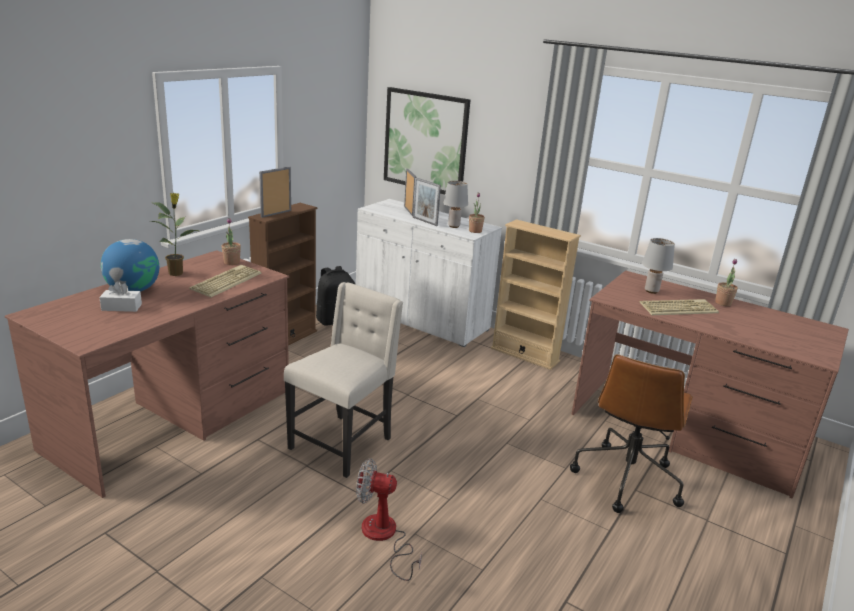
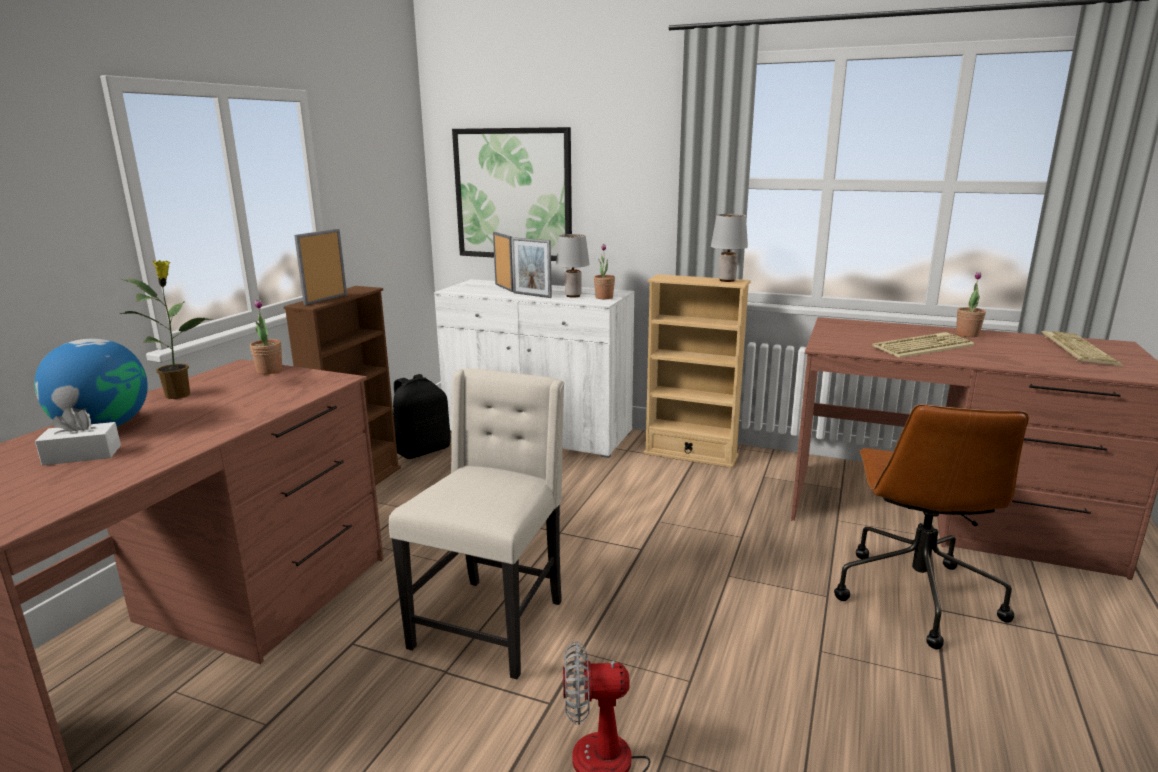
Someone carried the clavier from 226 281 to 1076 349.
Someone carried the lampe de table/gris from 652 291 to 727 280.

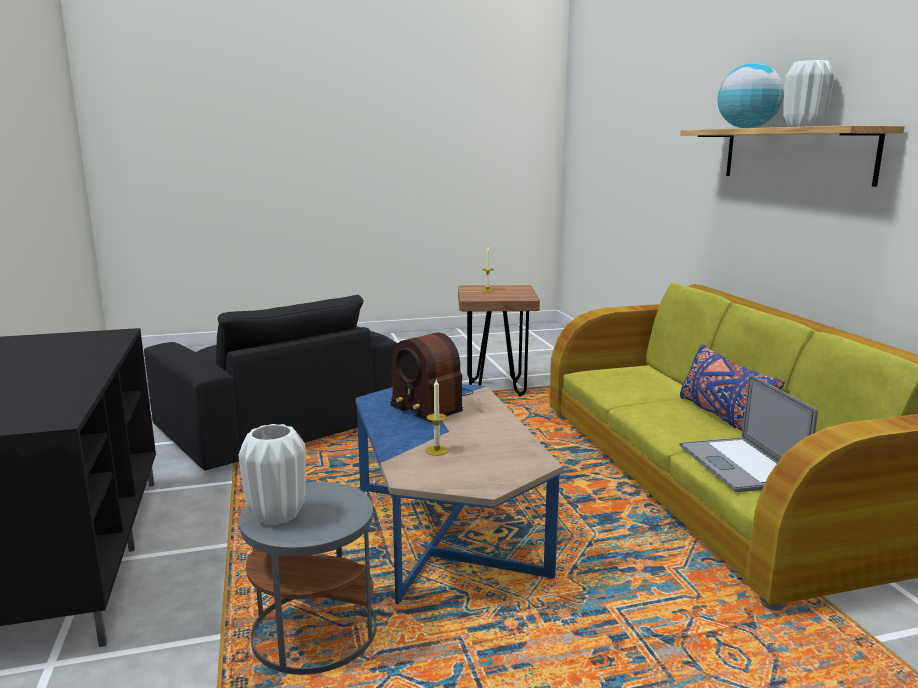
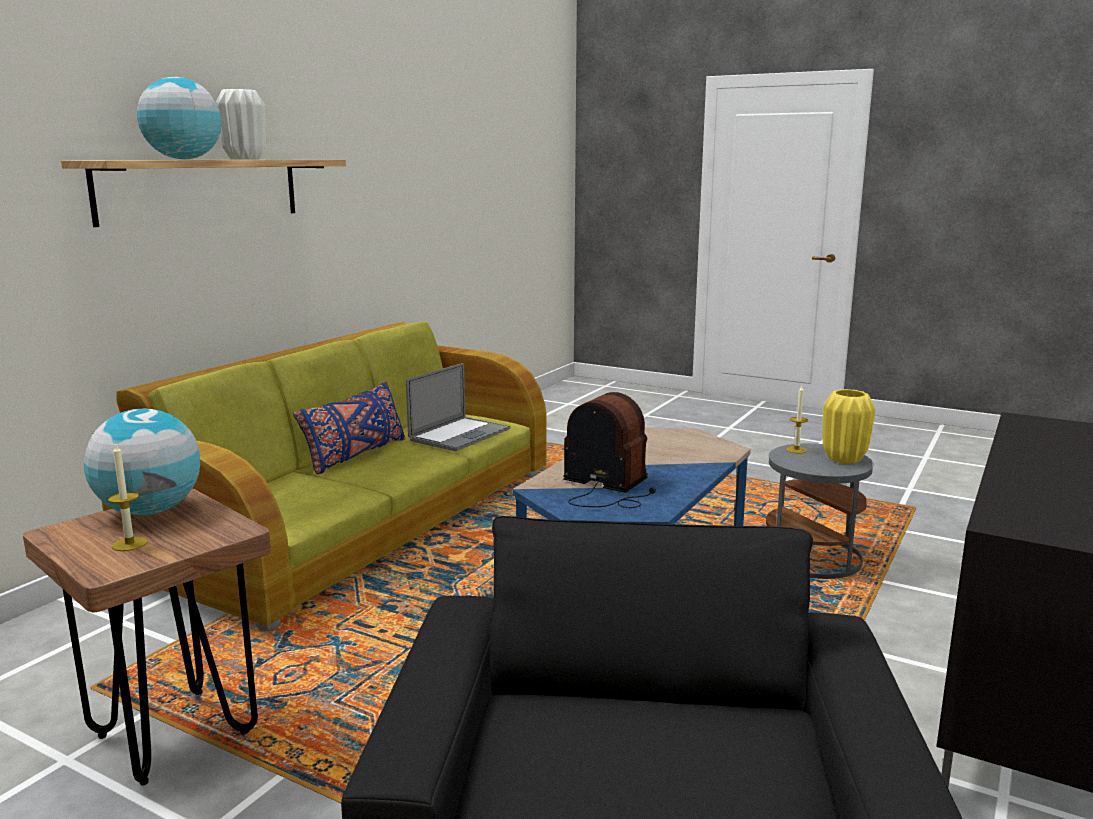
Someone repainted the vase/blanc at 276 515, which became the vase/jaune at 844 459.
Someone rotated the radio at 431 403 by 60 degrees counterclockwise.
Someone carried the bougie from 437 450 to 796 450.
Someone put down the globe at 149 511.

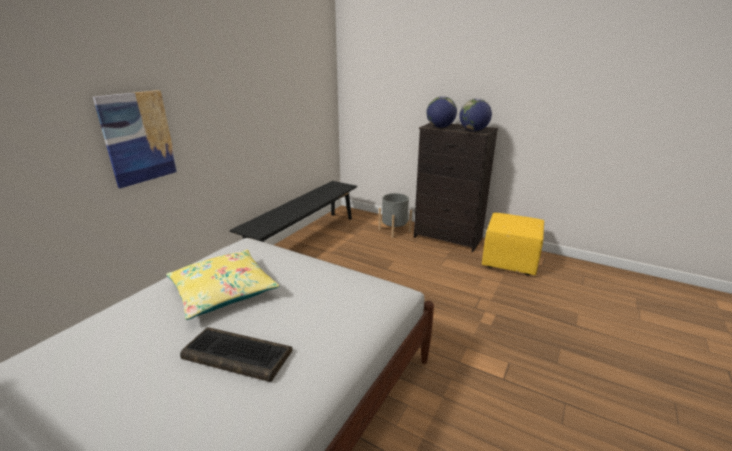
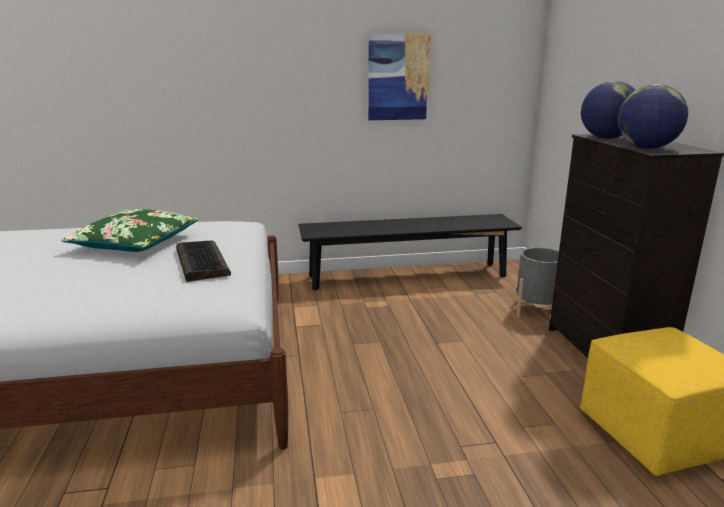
Someone carried the tableau from 138 138 to 398 77.
Someone repainted the coussin/jaune at 223 291, which became the coussin/vert at 135 243.
Someone carried the clavier from 236 355 to 201 262.

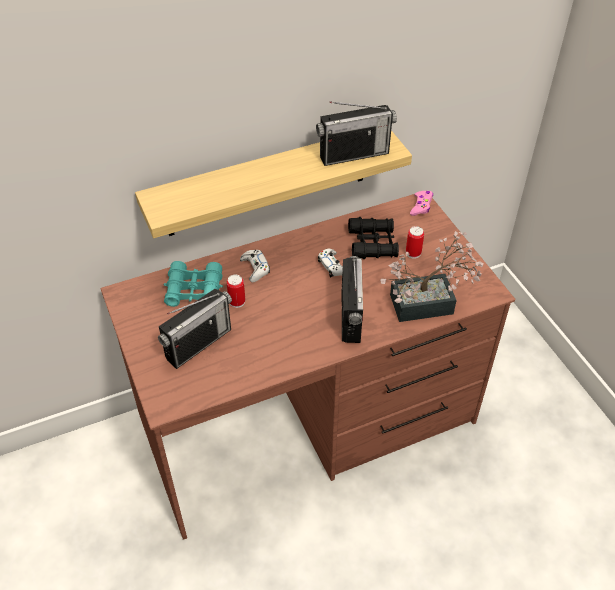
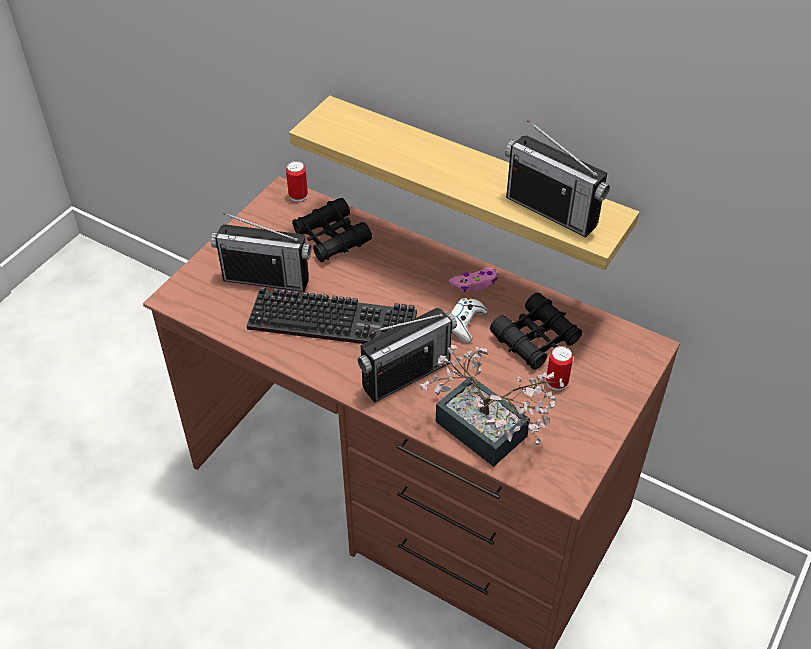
Someone repainted the jumelles/turquoise at 194 290, which became the jumelles/noir at 331 238.
Someone carried the boîte métallique from 237 302 to 298 195.
Someone took away the manette/blanc at 255 268.
Someone carried the manette/rose from 421 206 to 474 284.
Someone put down the clavier at 336 319.

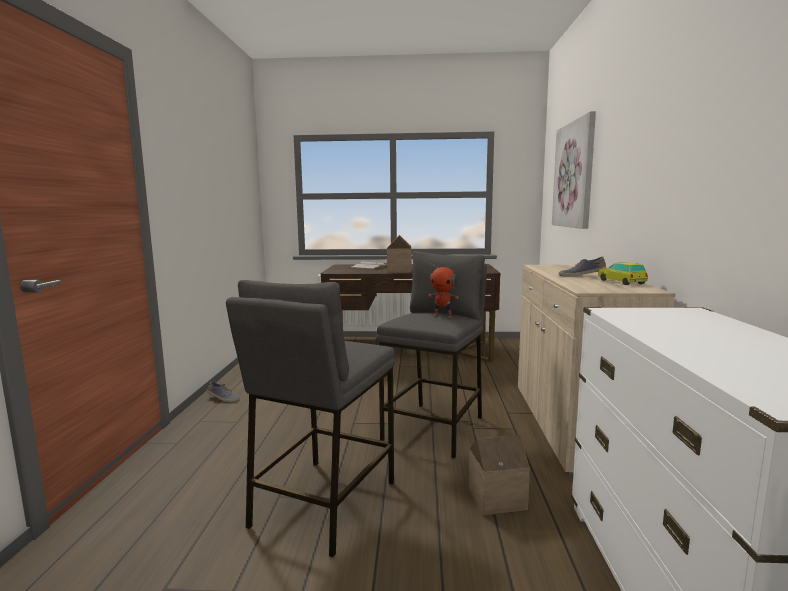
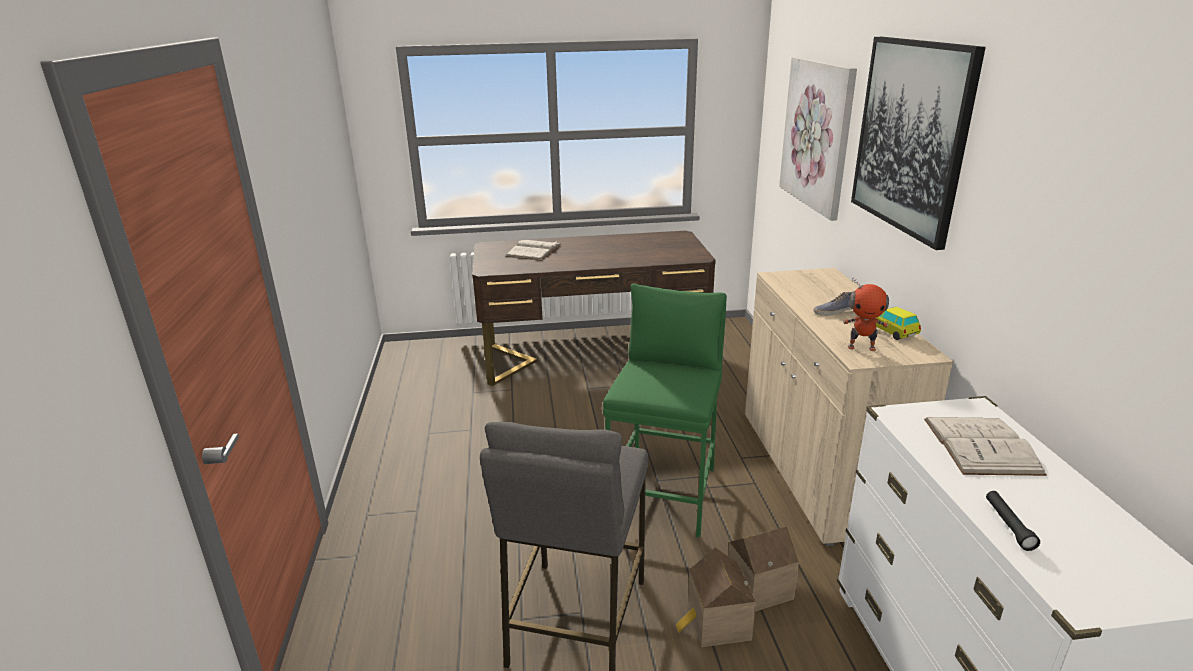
Someone took away the chaussure at 223 398.
Someone repainted the tabouret/gris at 435 428, which became the tabouret/vert at 665 493.
Someone carried the maison miniature from 397 271 to 715 624.
Someone carried the robot jouet from 443 316 to 861 347.
Someone put up the tableau at 911 136.
Someone put down the livre/blanc at 981 446.
Someone put down the lampe de poche/noir at 1008 525.

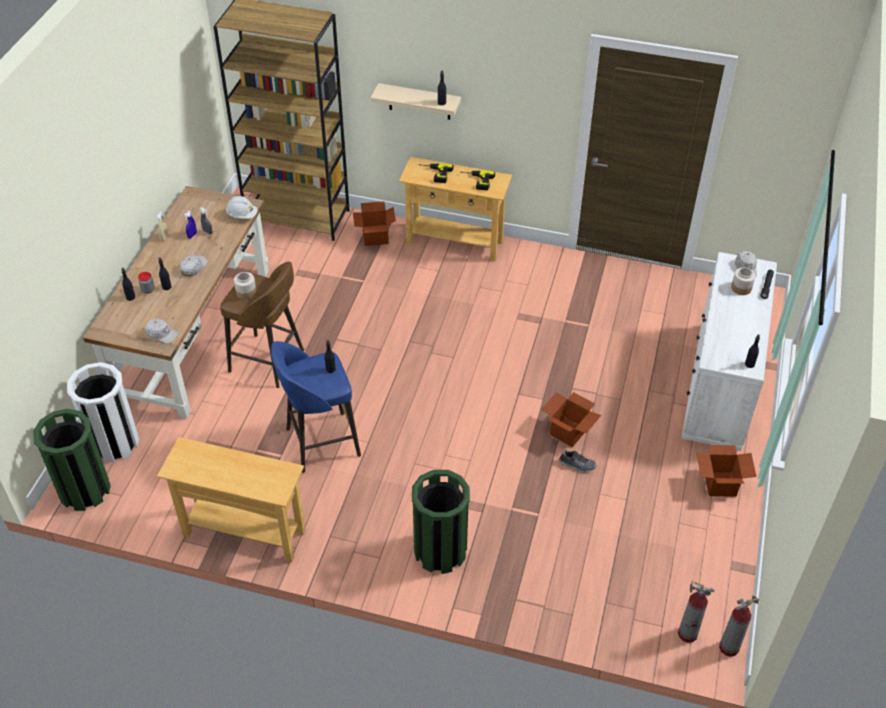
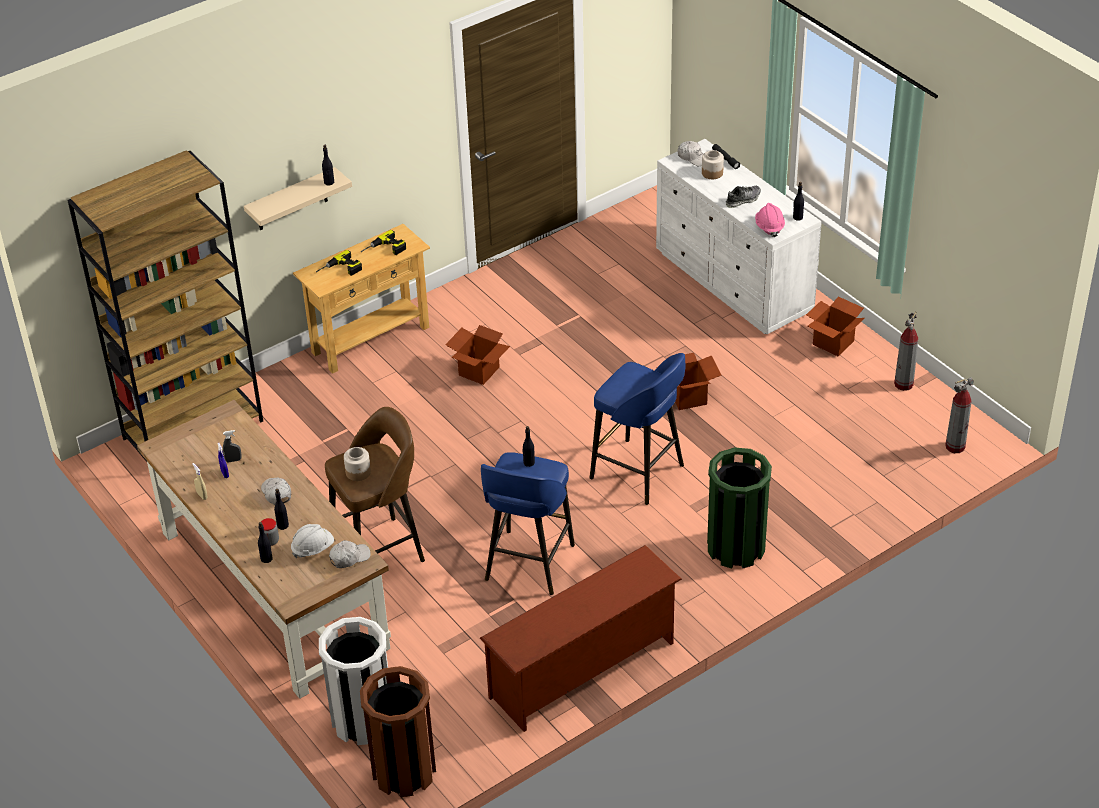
Someone repainted the poubelle/vert at 84 490, which became the poubelle/marron at 404 771.
Someone swapped the table console/beige at 244 532 for the étagère à chaussures/marron at 583 671.
Someone carried the casque de chantier/blanc from 242 215 to 313 548.
Someone carried the carton from 375 237 to 479 371.
Someone carried the chaussure from 577 465 to 743 200.
Someone carried the extincteur from 728 647 to 903 384.
Someone put down the tabouret/bleu at 639 473.
Someone put down the casque de chantier/rose at 769 227.

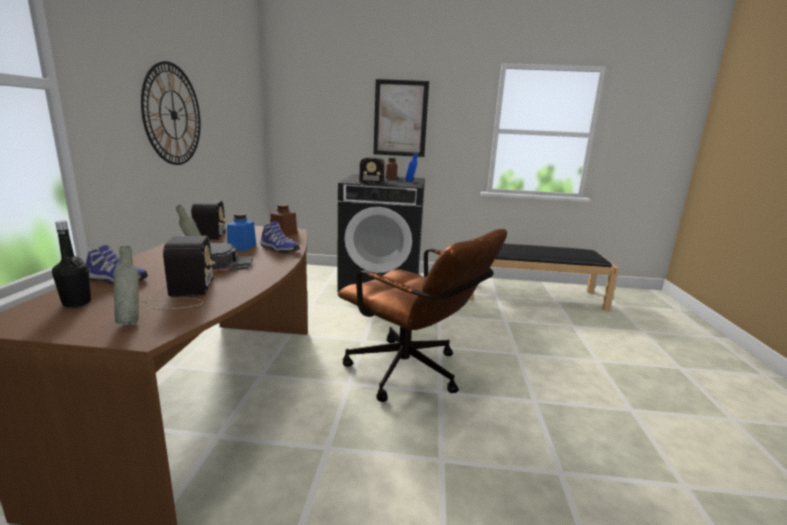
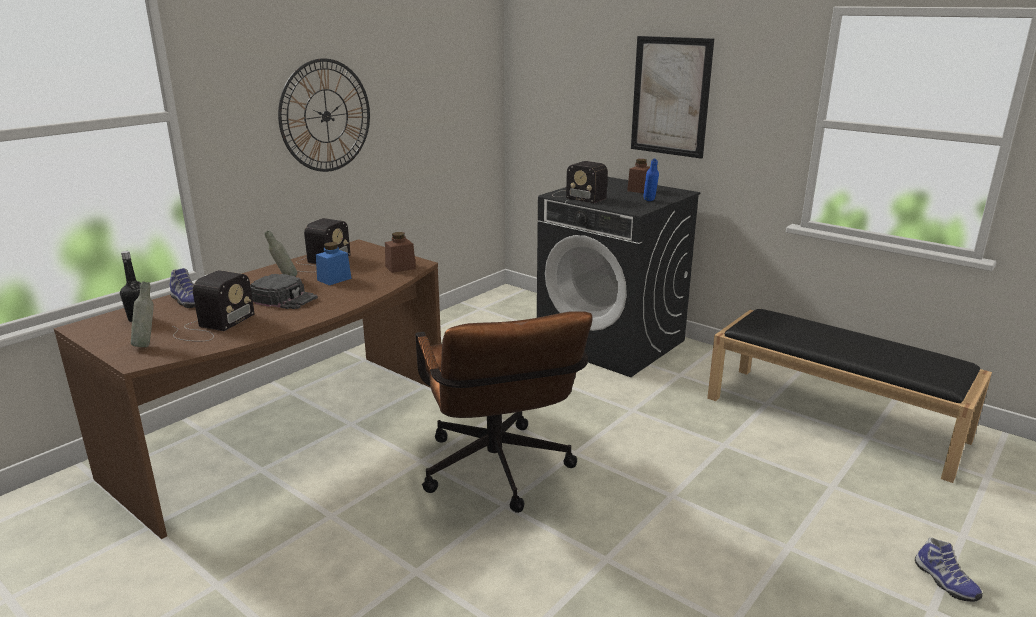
Someone carried the chaussure from 278 249 to 944 582.

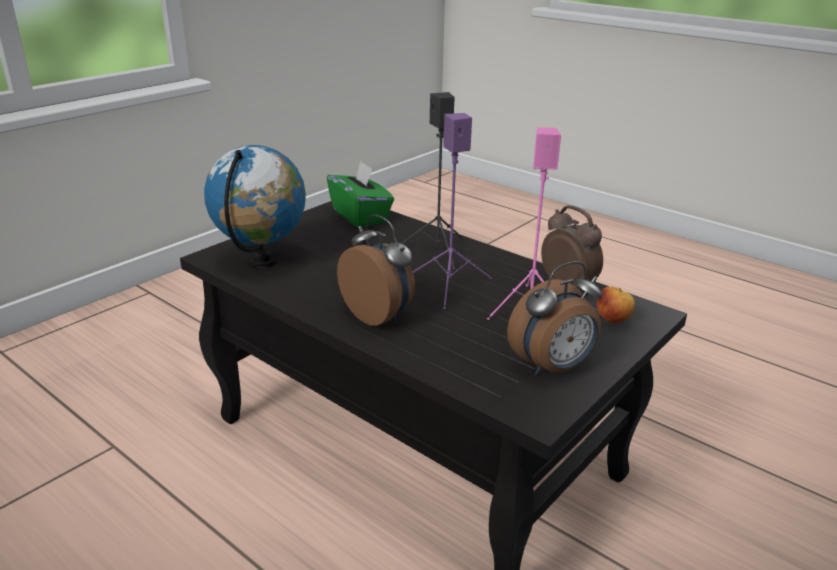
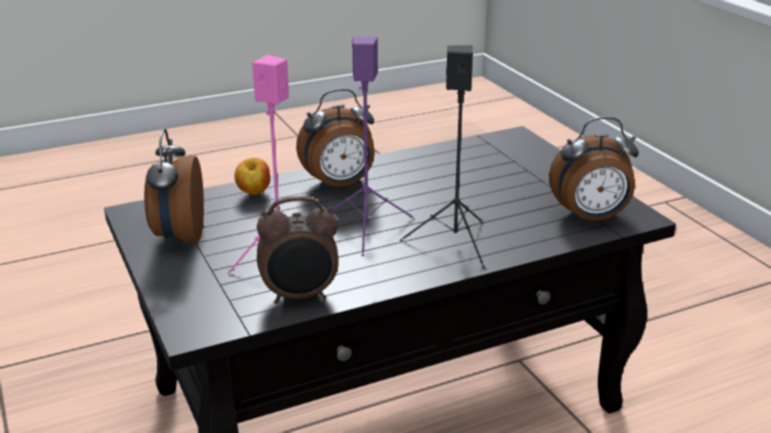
Someone took away the globe at 262 261.
Someone swapped the boîte à mouchoirs/vert at 360 216 for the réveil at 590 218.
Someone carried the pomme from 613 321 to 253 193.

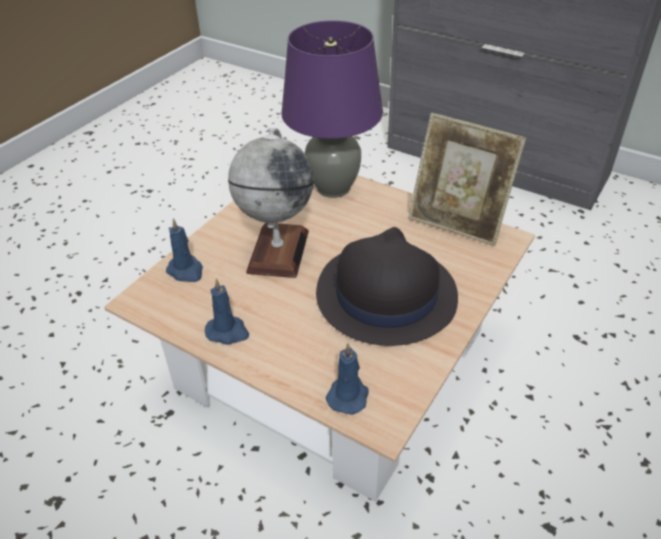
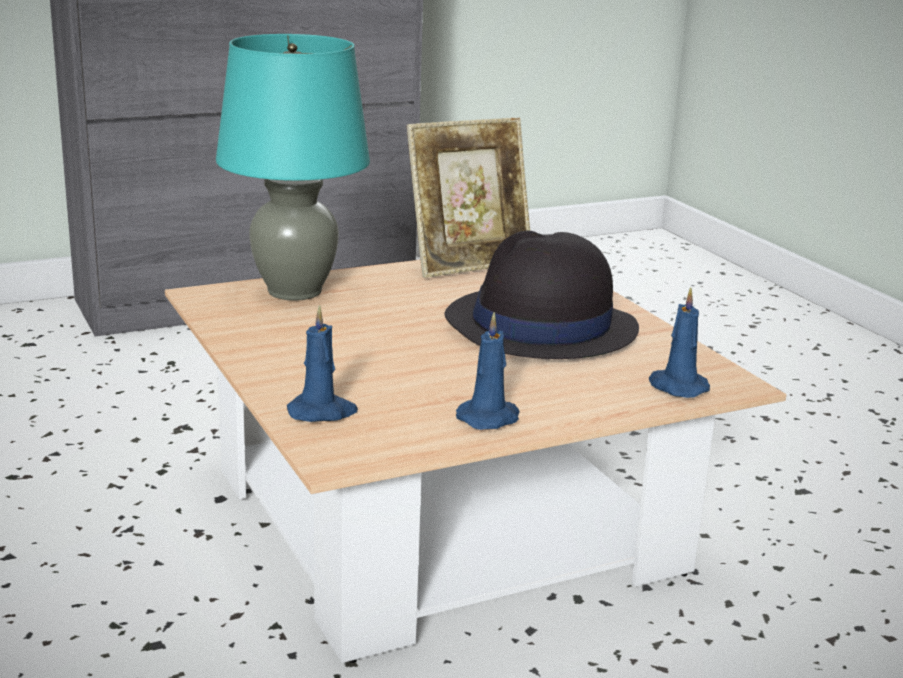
Someone took away the globe at 278 251.
Someone repainted the lampe de table/violet at 333 188, which became the lampe de table/turquoise at 295 291.

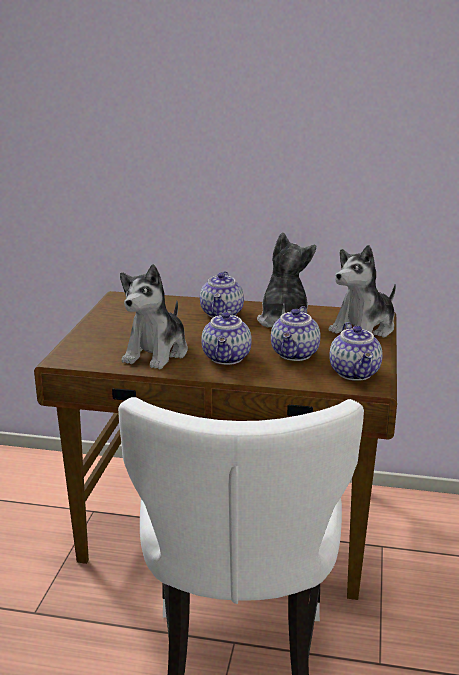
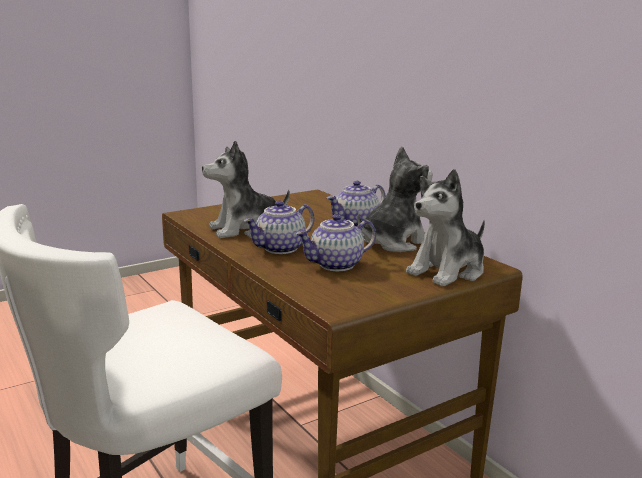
Someone rotated the peluche at 364 329 by 45 degrees counterclockwise.
Someone took away the théière at 356 373.

